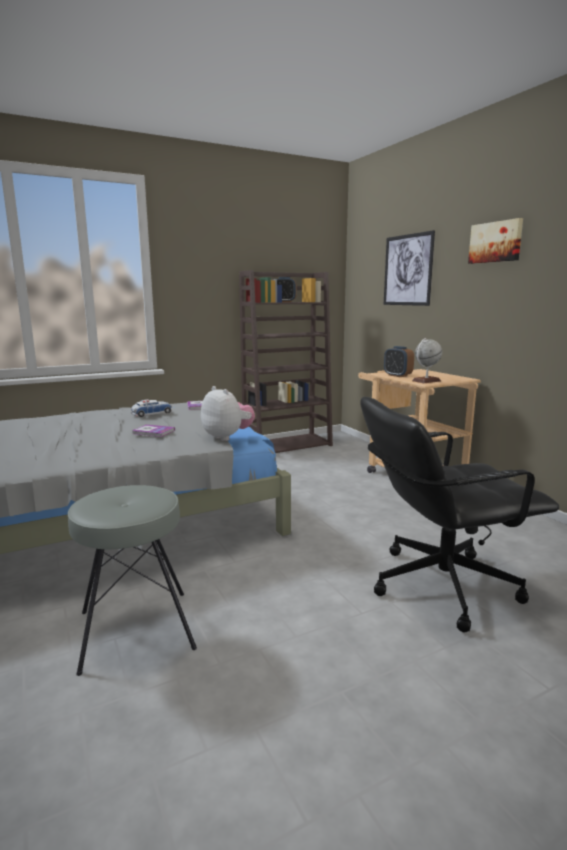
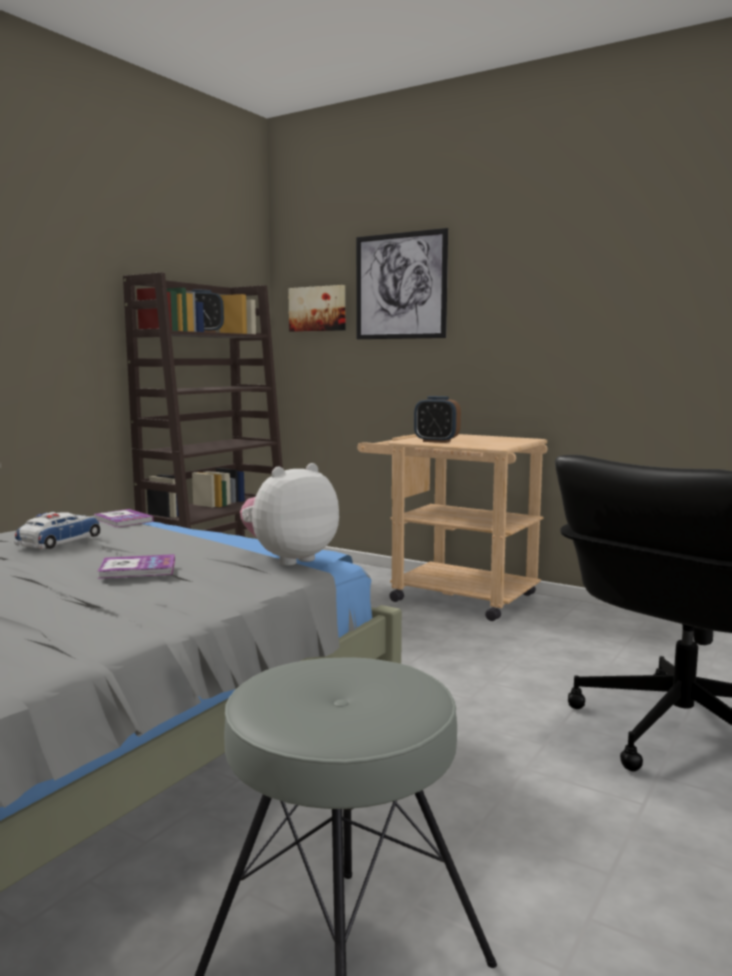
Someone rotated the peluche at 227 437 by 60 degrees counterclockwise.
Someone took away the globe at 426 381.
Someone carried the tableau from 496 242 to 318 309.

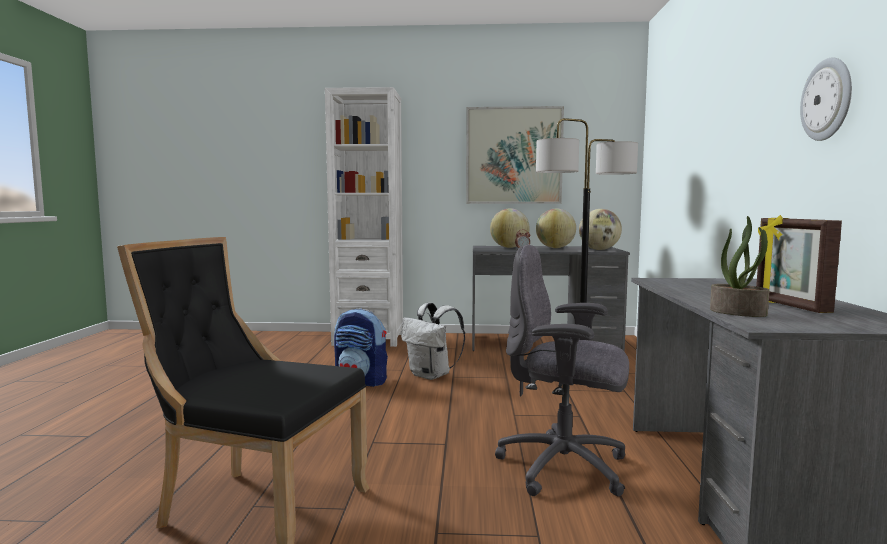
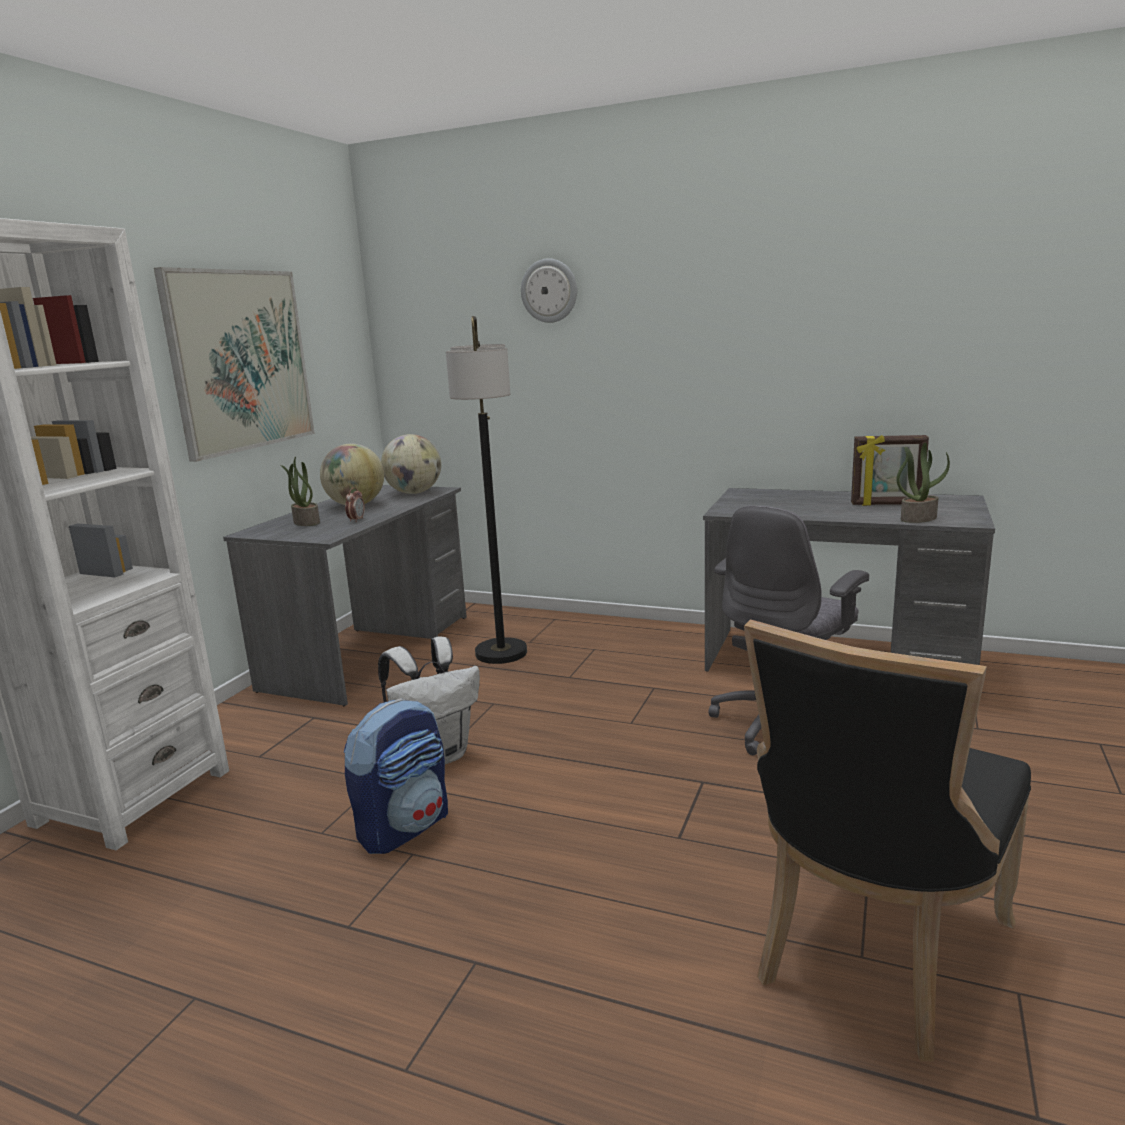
Someone swapped the globe at 509 247 for the plante en pot at 305 522.
Someone carried the horloge murale from 827 100 to 549 291.

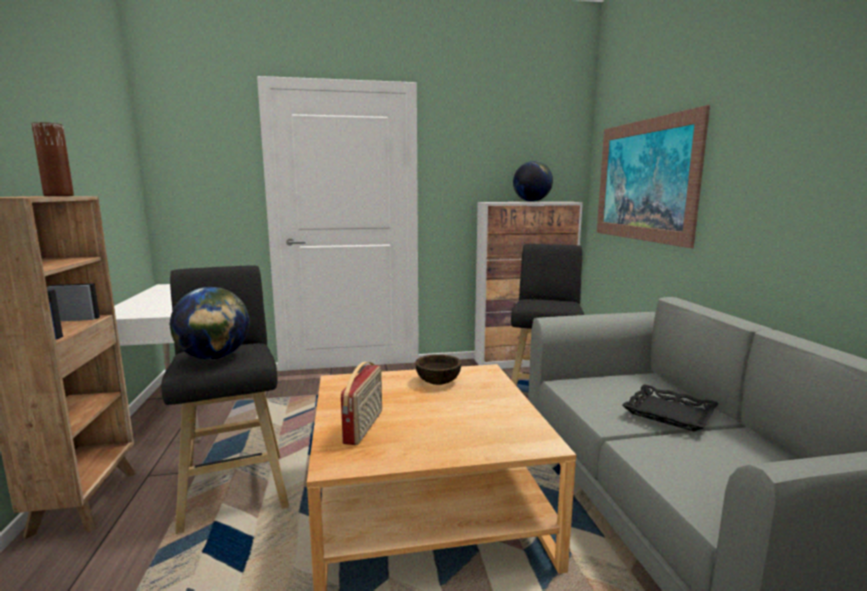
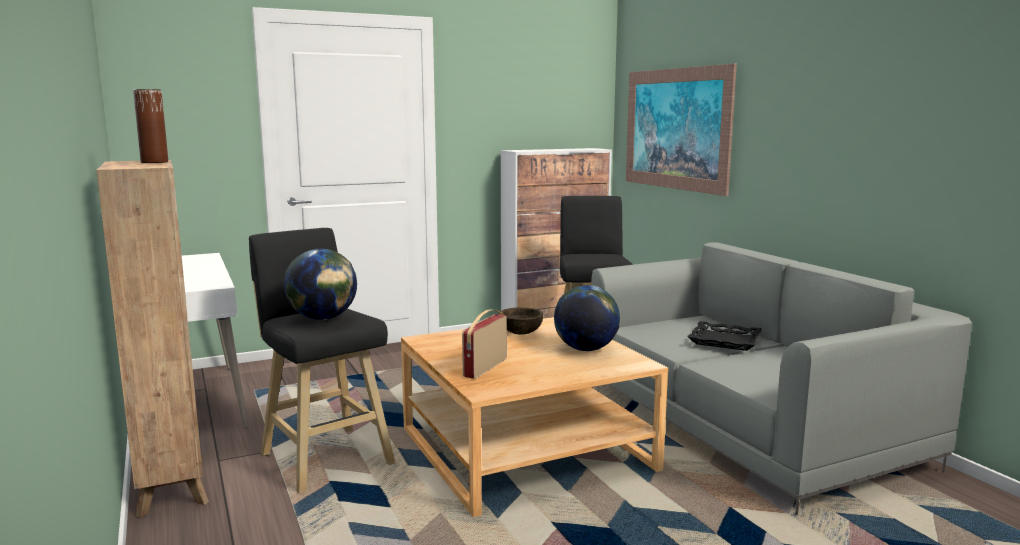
Someone rotated the radio at 364 427 by 150 degrees counterclockwise.
Someone carried the globe from 532 201 to 586 349.

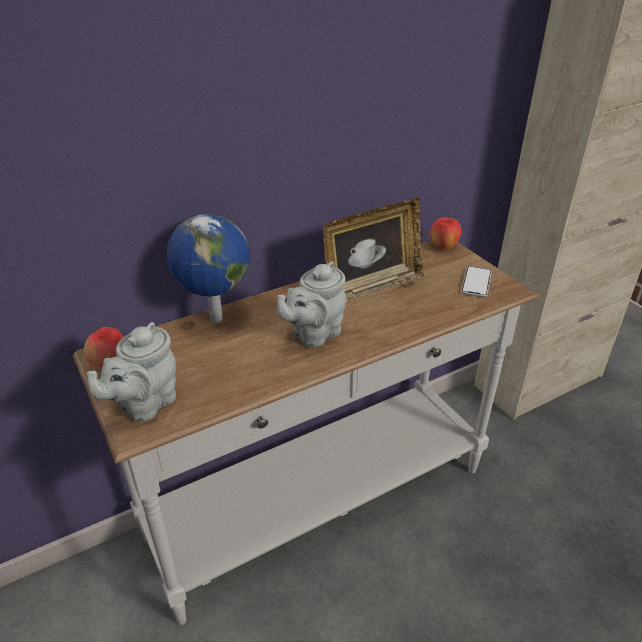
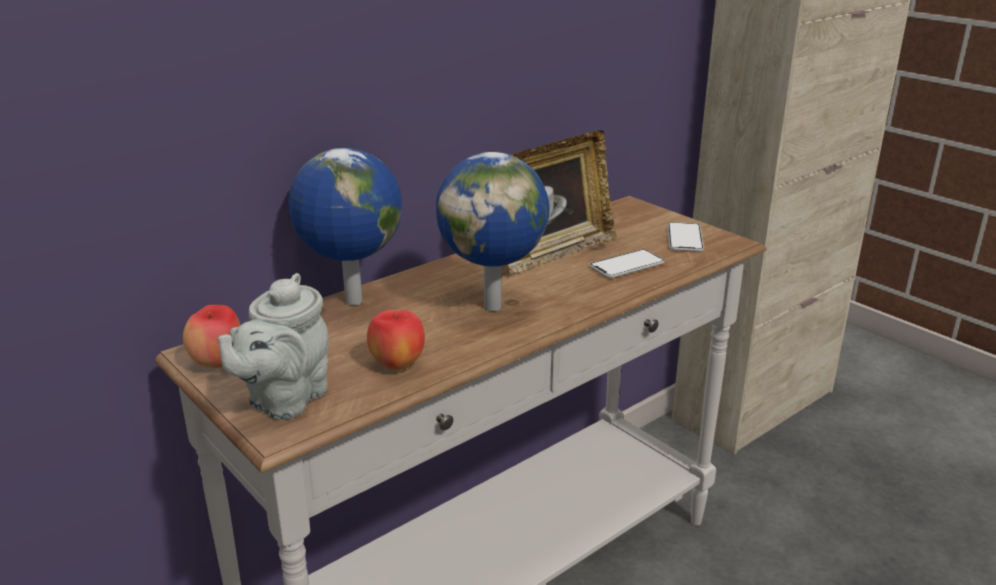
Someone swapped the théière/gris at 313 334 for the globe at 494 306.
Someone carried the pomme from 443 247 to 398 365.
Someone put down the téléphone at 627 265.

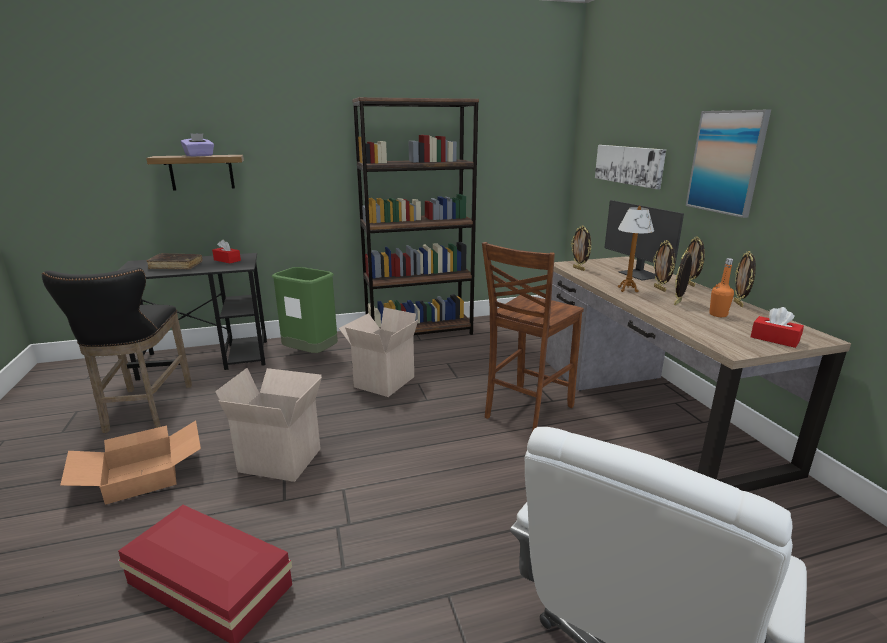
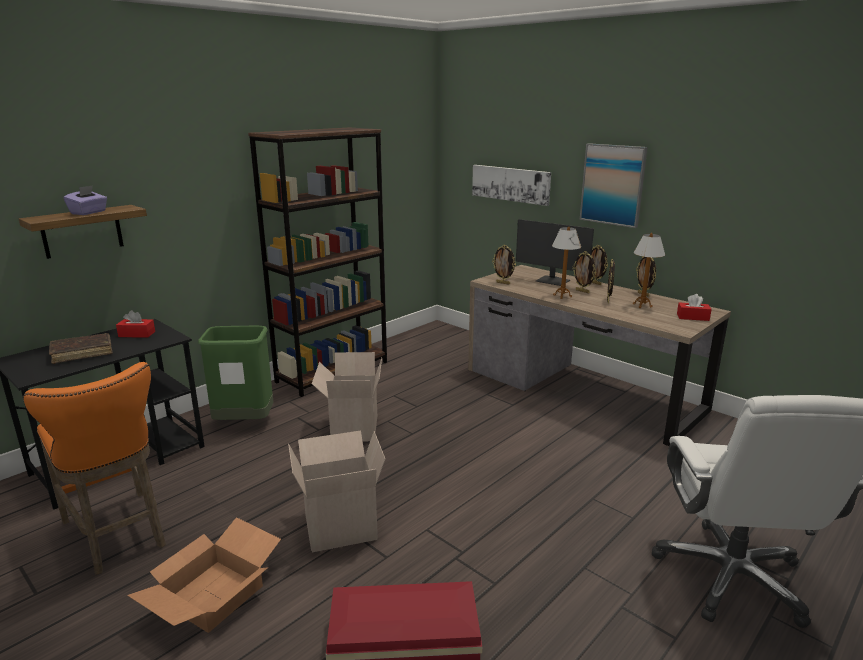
Someone repainted the tabouret/noir at 144 410, which became the tabouret/orange at 118 535.
Someone took away the chaise/marron at 526 412.
Someone swapped the bouteille/orange at 718 314 for the lampe de table at 642 305.

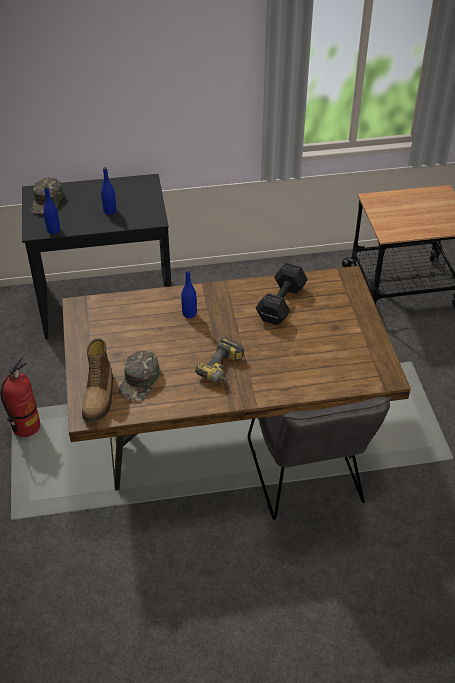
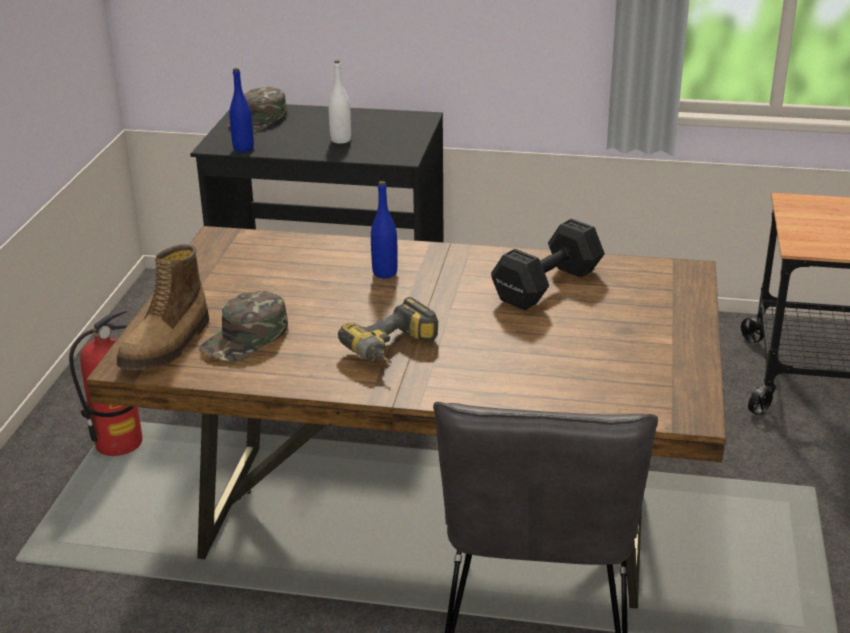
Someone repainted the bouteille/bleu at 110 211, which became the bouteille/blanc at 341 140.

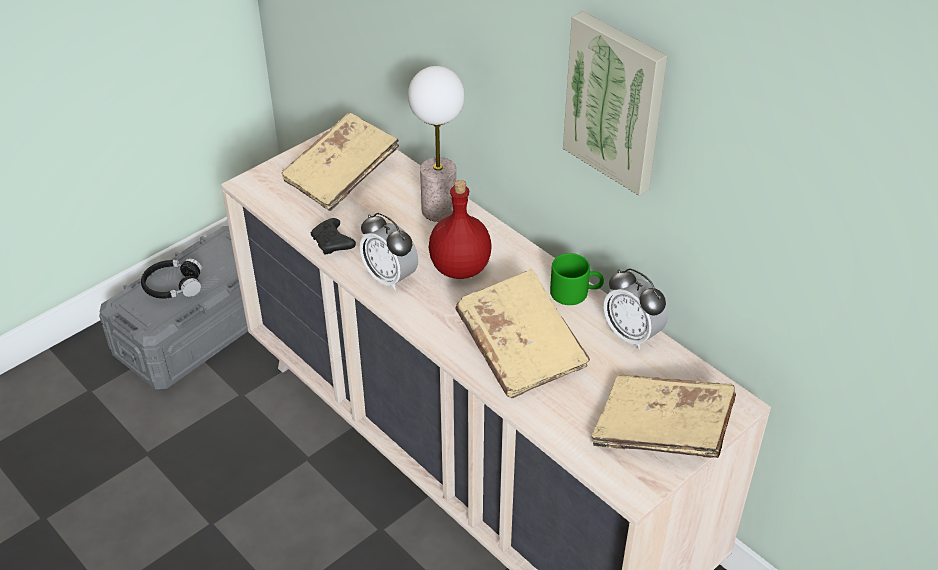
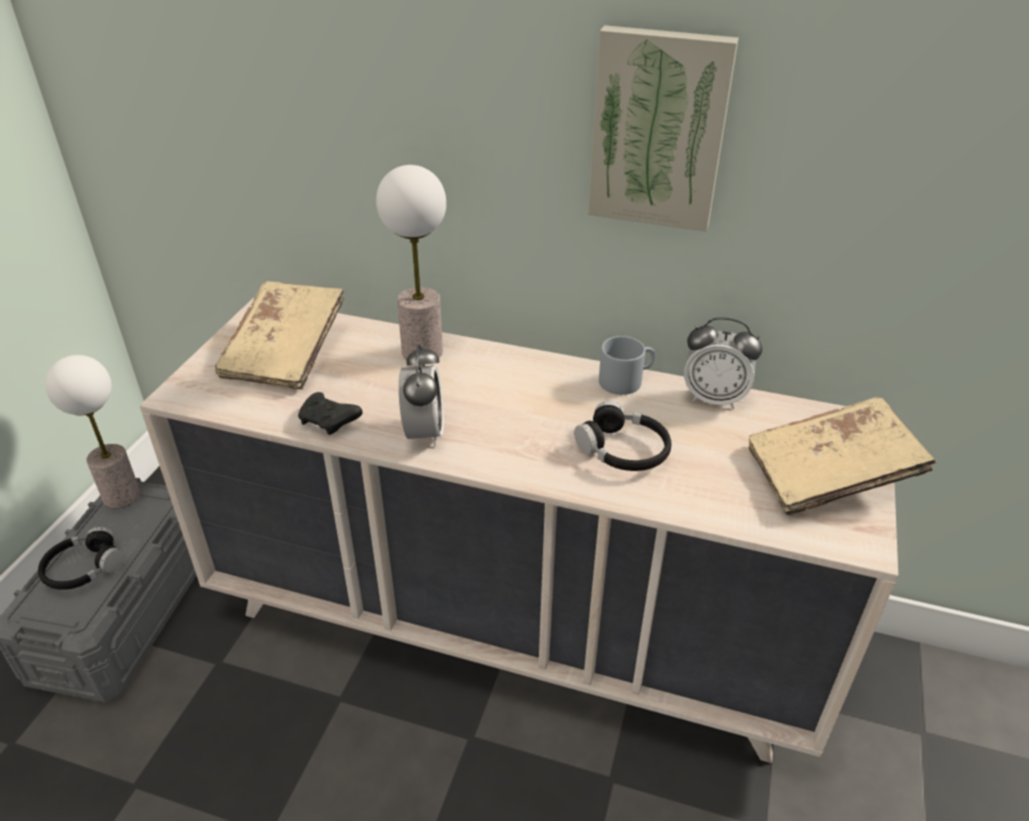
Someone rotated the réveil at 390 278 by 105 degrees counterclockwise.
Someone took away the bouteille/rouge at 461 268.
Someone swapped the livre/beige at 520 348 for the casque audio/noir at 623 450.
Someone repainted the mug/vert at 575 292, which became the mug/gris at 626 379.
Someone put down the lampe de table at 122 495.

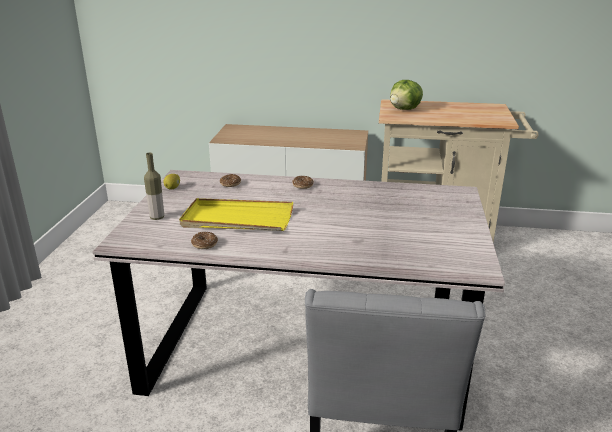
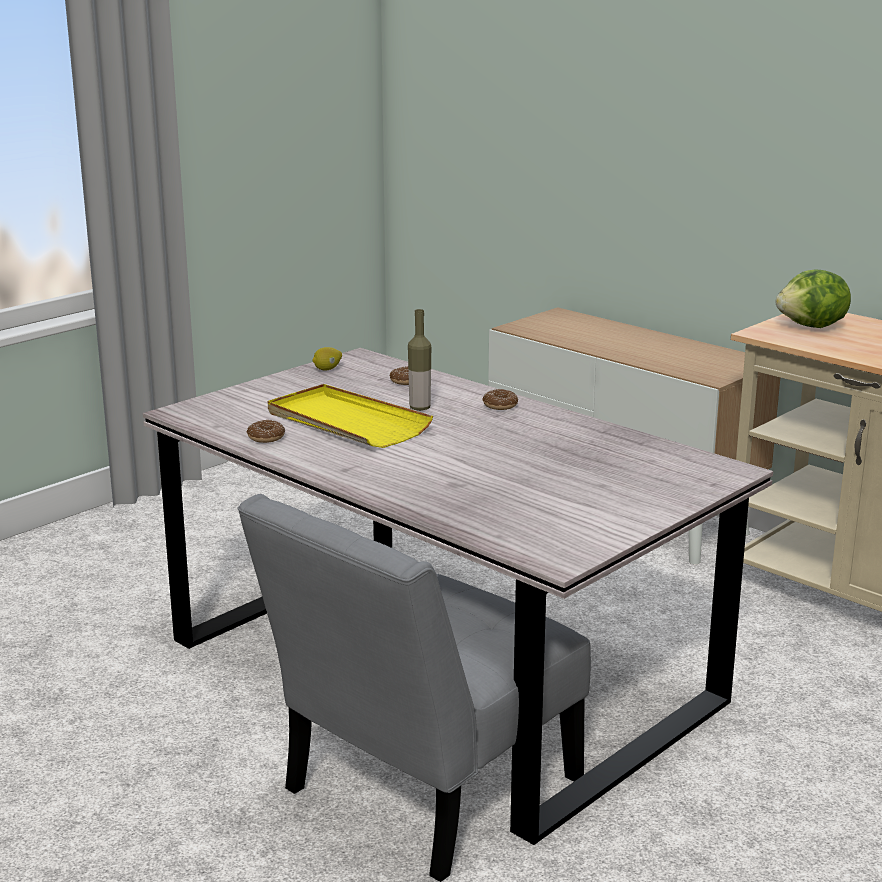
Someone carried the bouteille from 157 217 to 419 408.

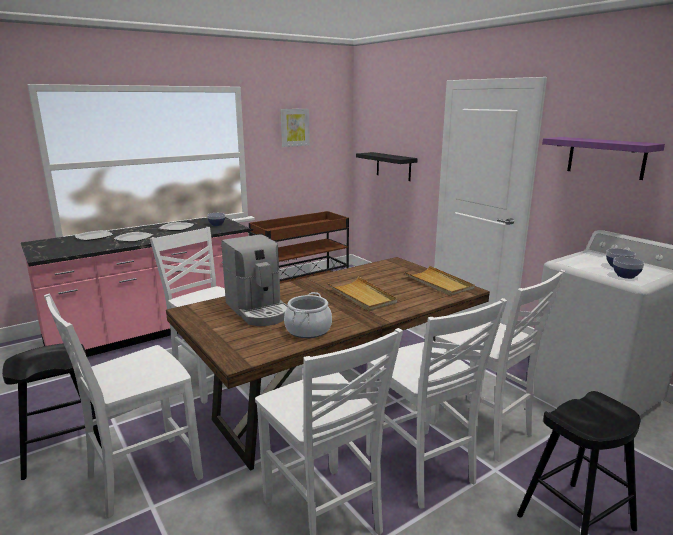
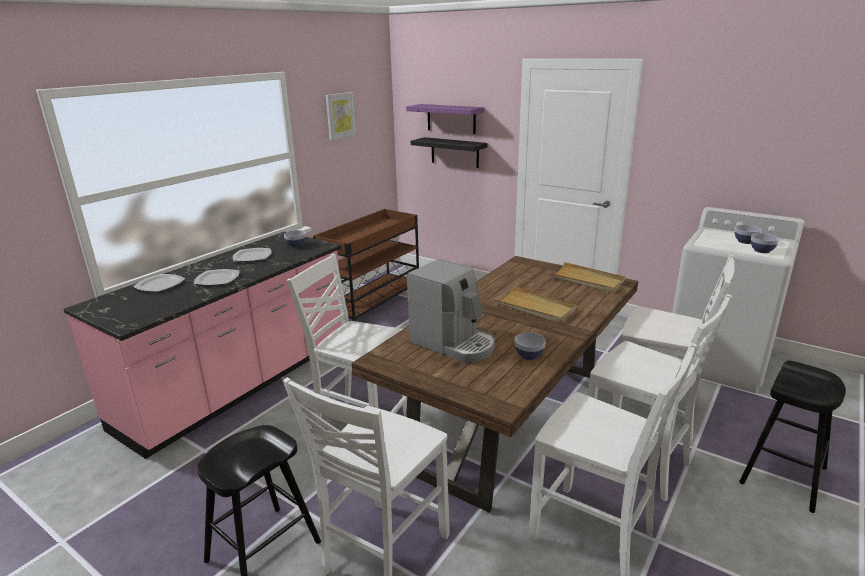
Someone swapped the marmite at 308 330 for the bol at 529 355.
Someone carried the étagère/violet from 606 157 to 451 118.

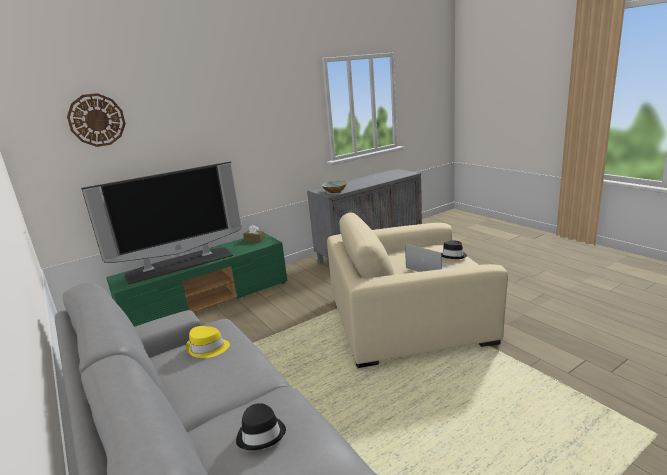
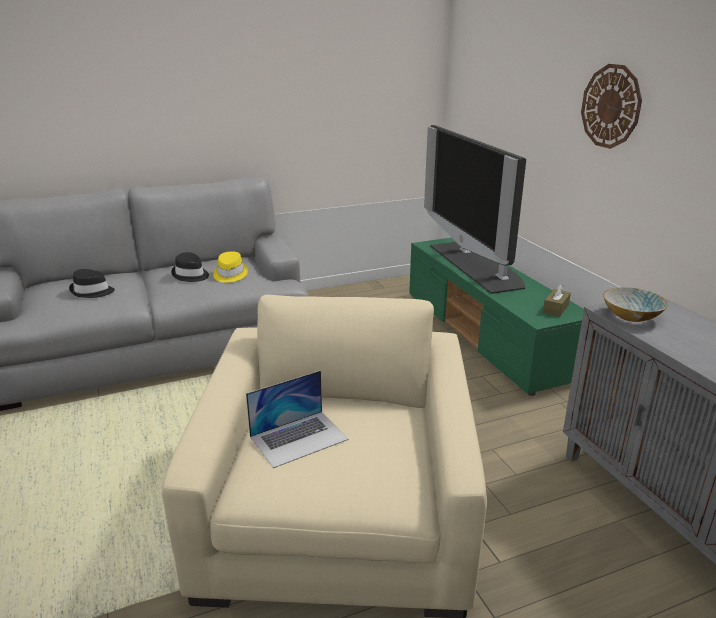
Someone carried the horloge murale from 97 120 to 611 106.
Someone carried the chapeau/noir from 453 255 to 190 275.

